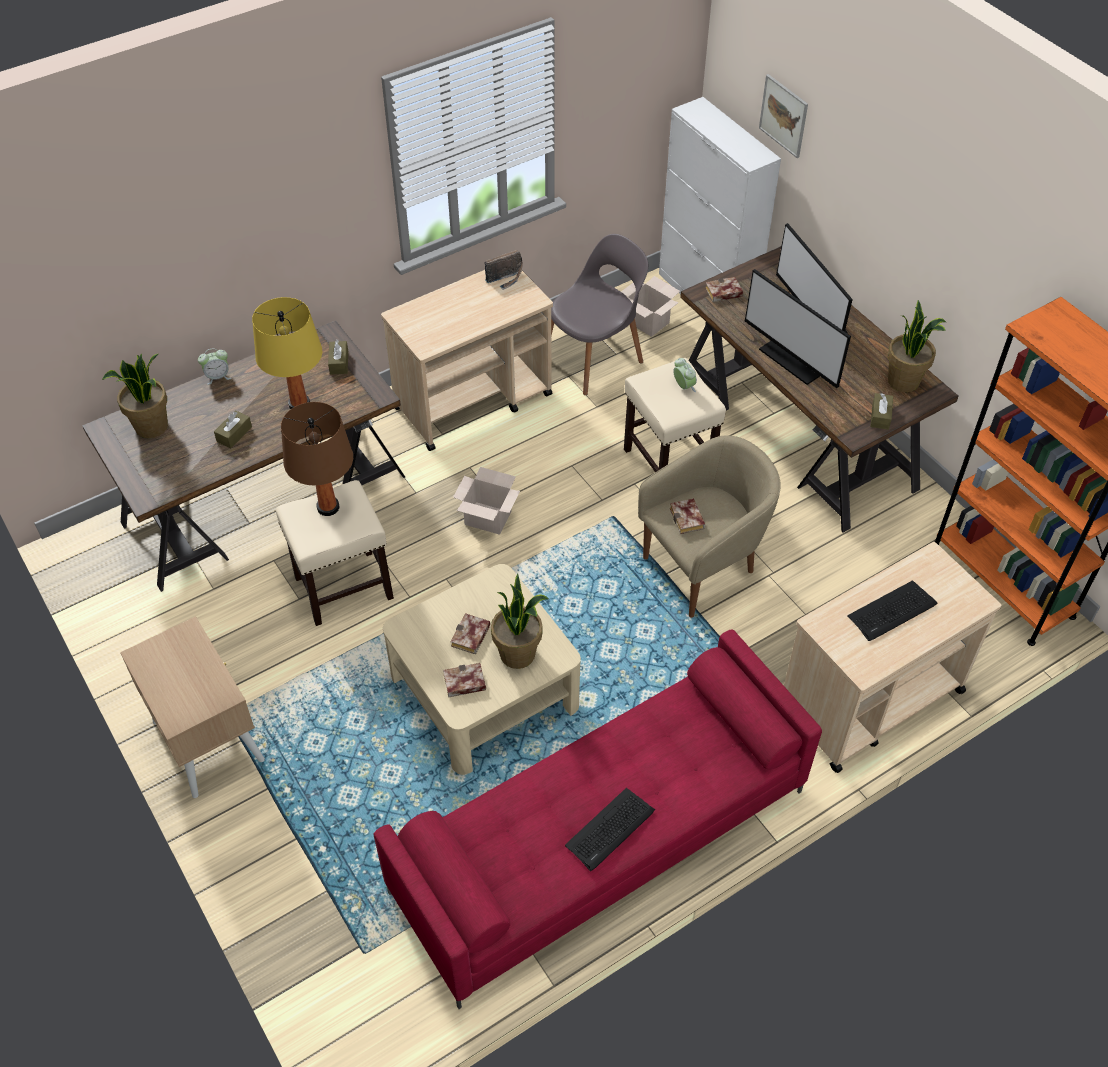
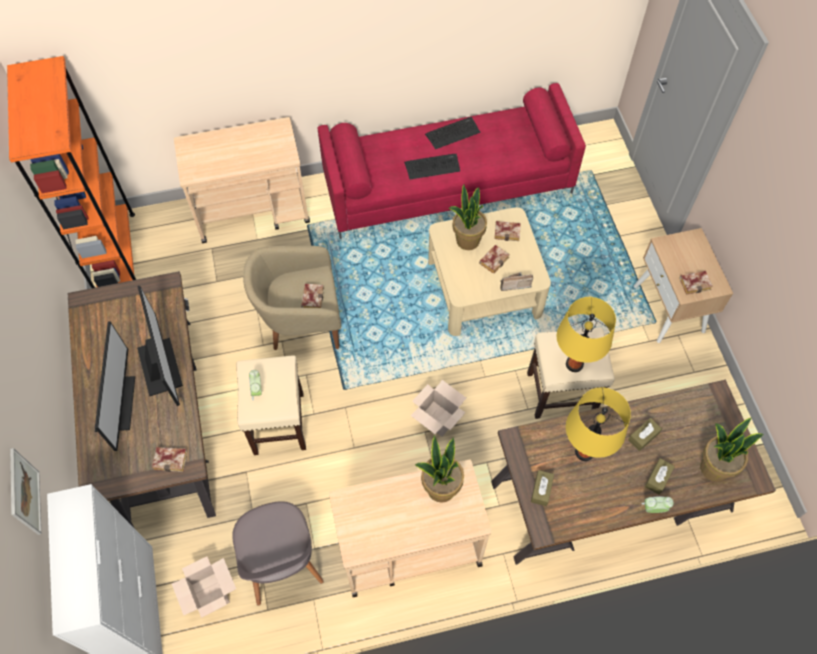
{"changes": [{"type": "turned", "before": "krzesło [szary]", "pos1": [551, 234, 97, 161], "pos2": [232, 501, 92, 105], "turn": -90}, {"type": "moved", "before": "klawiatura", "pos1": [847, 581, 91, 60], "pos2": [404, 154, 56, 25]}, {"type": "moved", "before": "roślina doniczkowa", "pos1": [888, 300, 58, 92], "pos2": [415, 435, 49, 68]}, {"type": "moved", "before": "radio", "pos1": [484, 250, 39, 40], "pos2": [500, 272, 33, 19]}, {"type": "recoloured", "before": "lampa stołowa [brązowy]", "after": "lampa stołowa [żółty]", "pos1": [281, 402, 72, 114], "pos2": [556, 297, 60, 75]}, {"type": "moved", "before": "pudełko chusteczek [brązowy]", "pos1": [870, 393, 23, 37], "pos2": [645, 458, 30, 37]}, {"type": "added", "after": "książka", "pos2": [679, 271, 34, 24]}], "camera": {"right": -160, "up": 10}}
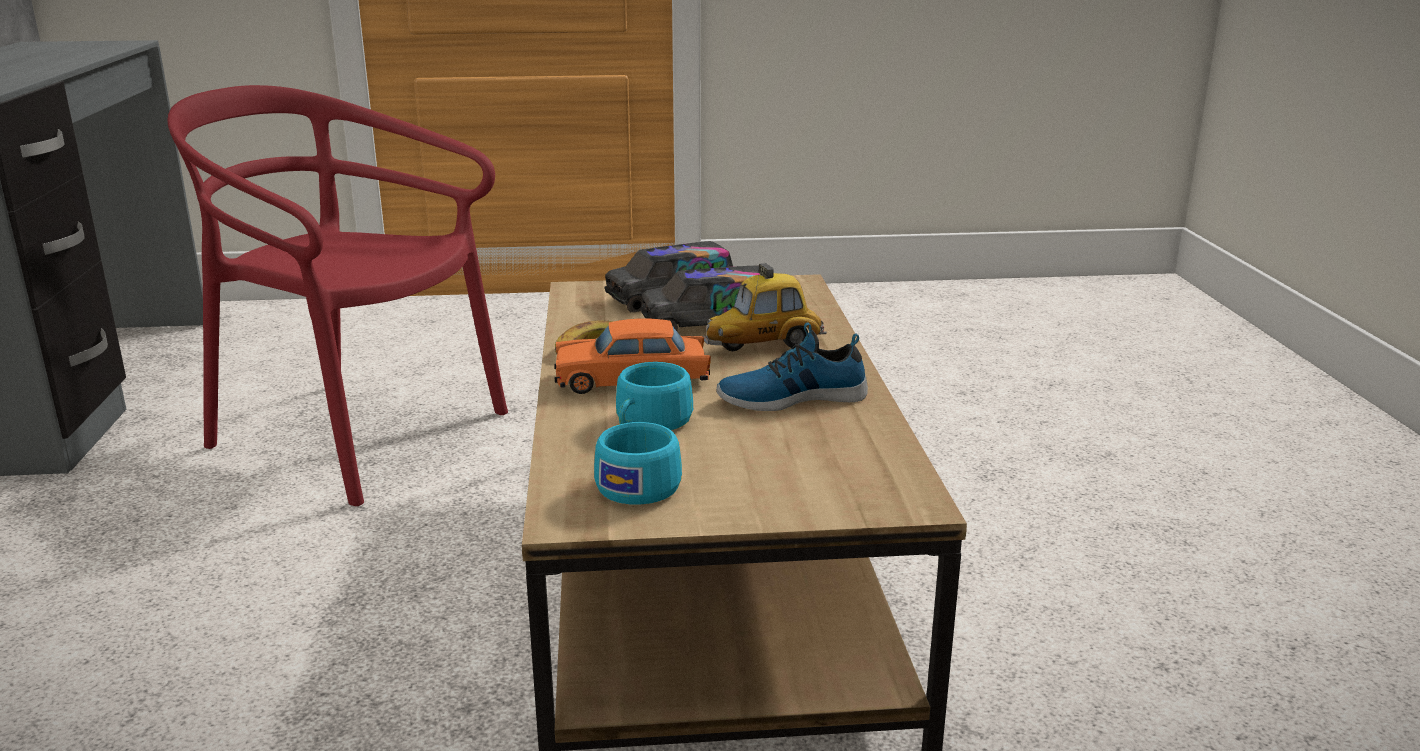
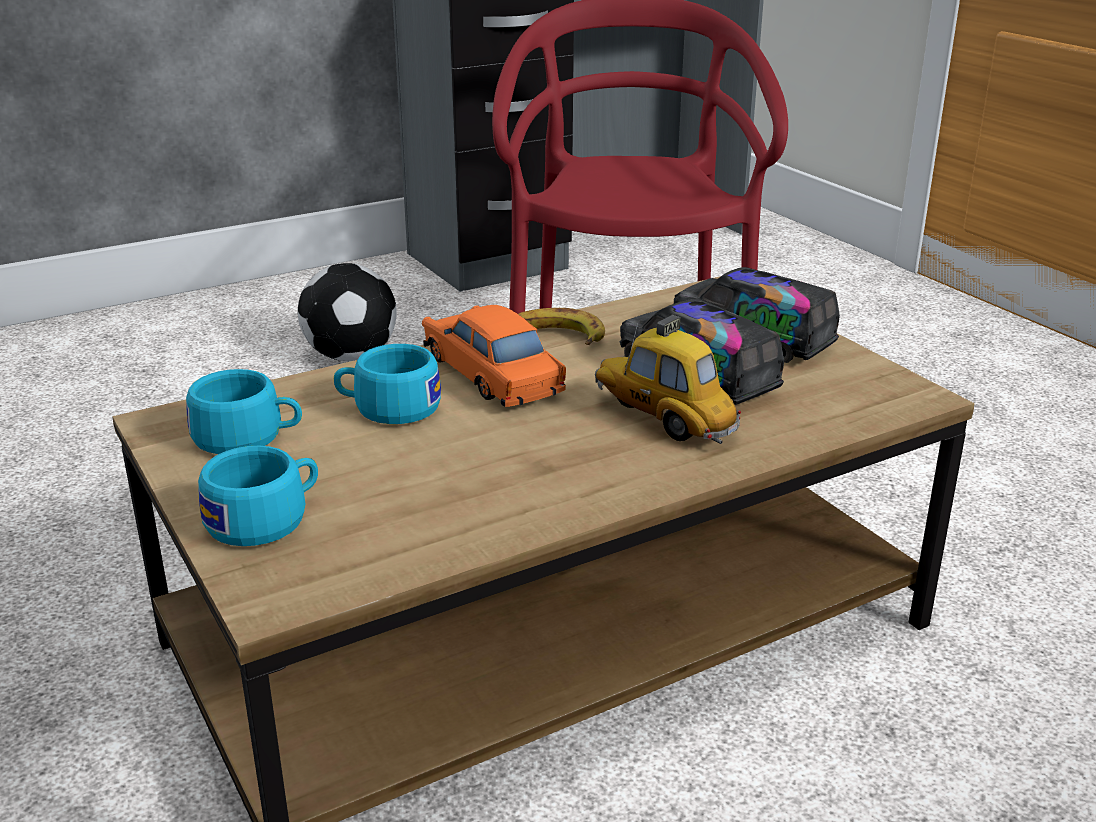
{"changes": [{"type": "added", "after": "filiżanka [turkusowy]", "pos2": [198, 446, 120, 100]}, {"type": "added", "after": "piłka futbolowa", "pos2": [298, 263, 99, 98]}, {"type": "removed", "before": "but", "pos1": [716, 322, 152, 89]}], "camera": {"right": 65, "up": 5}}
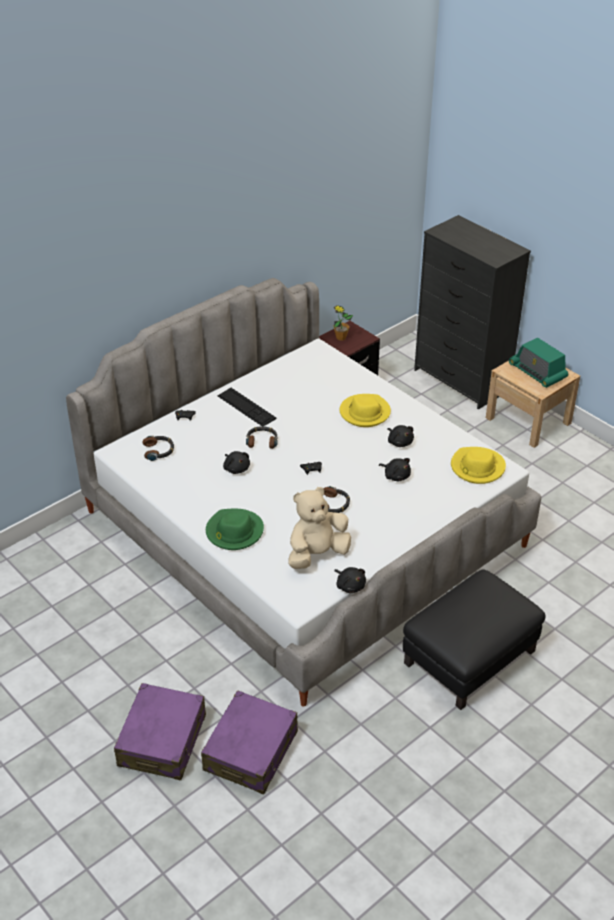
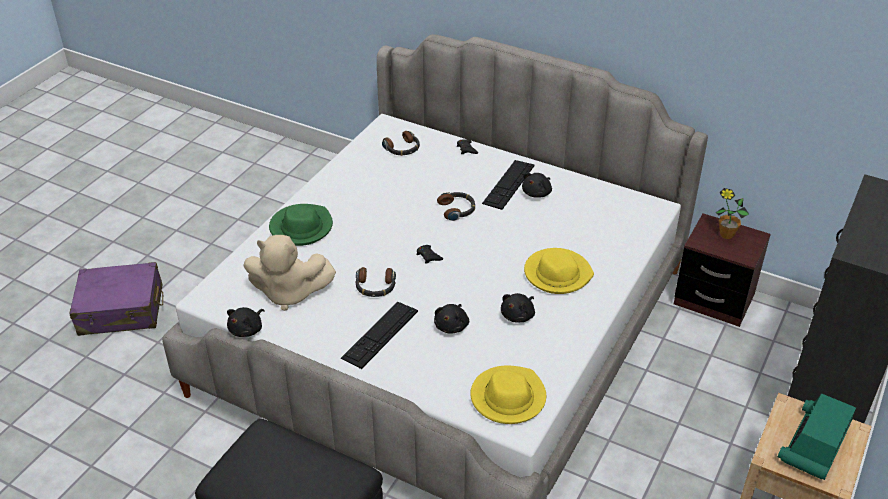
{"changes": [{"type": "turned", "before": "pluszak [beżowy]", "pos1": [288, 487, 63, 82], "pos2": [243, 235, 93, 76], "turn": 150}, {"type": "added", "after": "klawiatura", "pos2": [341, 302, 77, 67]}, {"type": "moved", "before": "pluszak [czarny]", "pos1": [223, 451, 27, 23], "pos2": [522, 173, 30, 25]}, {"type": "removed", "before": "walizka [fioletowy]", "pos1": [201, 690, 97, 104]}], "camera": {"right": 70, "up": 0}}
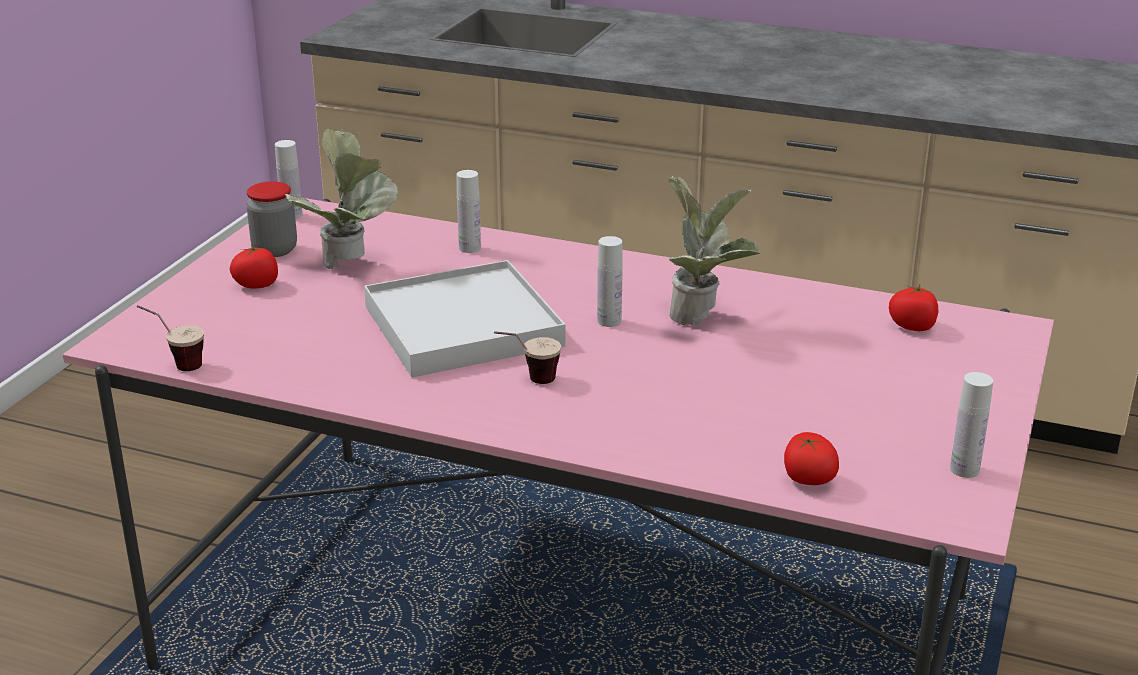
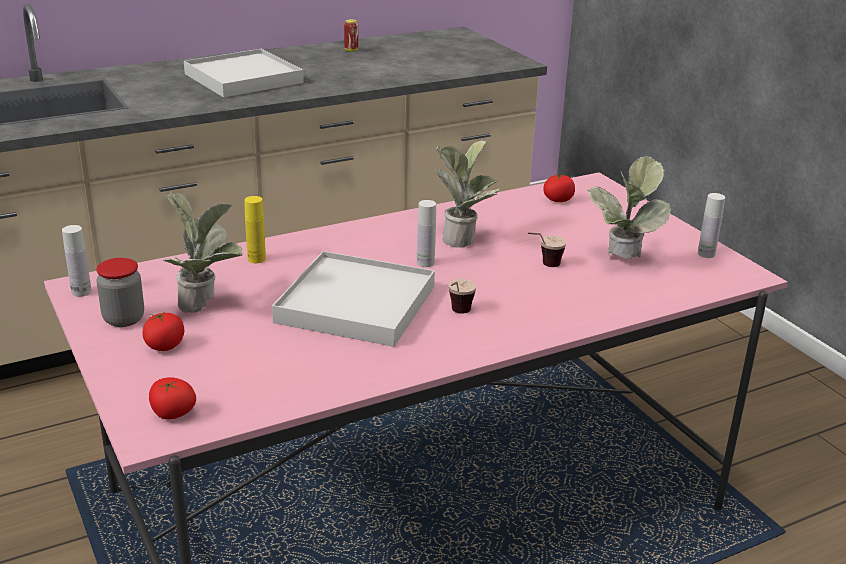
{"changes": [{"type": "moved", "before": "pomidor", "pos1": [784, 432, 55, 53], "pos2": [149, 377, 47, 43]}, {"type": "added", "after": "taca [biały]", "pos2": [184, 49, 120, 49]}, {"type": "recoloured", "before": "butelka [biały]", "after": "butelka [żółty]", "pos1": [457, 170, 24, 83], "pos2": [244, 196, 22, 67]}, {"type": "added", "after": "puszka", "pos2": [344, 19, 14, 33]}, {"type": "moved", "before": "filiżanka", "pos1": [137, 305, 67, 66], "pos2": [528, 233, 39, 34]}, {"type": "added", "after": "roślina doniczkowa", "pos2": [588, 156, 83, 103]}], "camera": {"right": -50, "up": 0}}
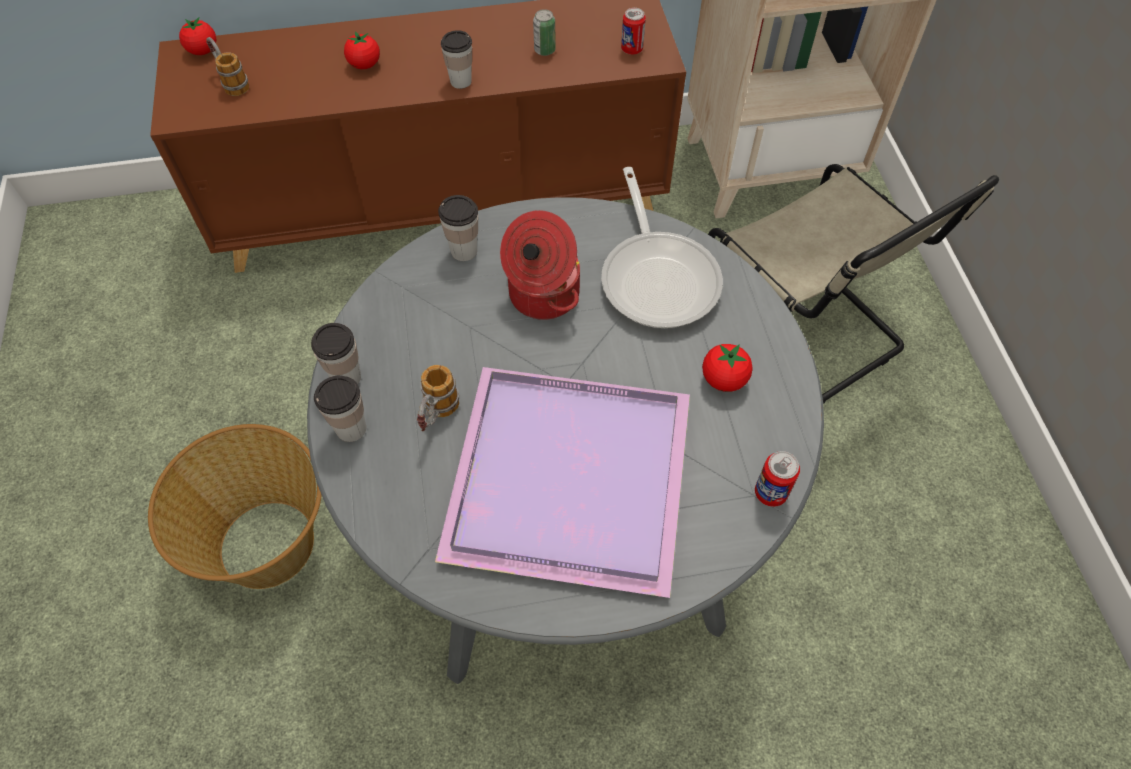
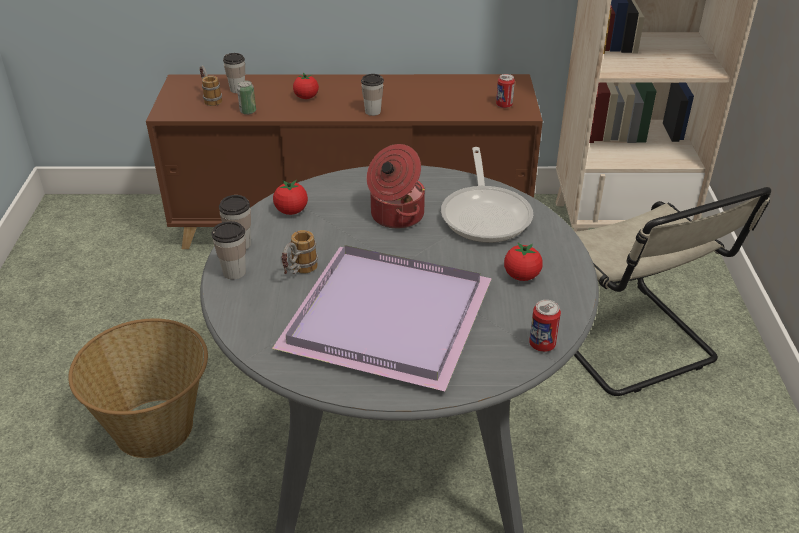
{"changes": [{"type": "moved", "before": "filiżanka", "pos1": [438, 195, 40, 66], "pos2": [223, 53, 22, 40]}, {"type": "moved", "before": "puszka", "pos1": [533, 9, 23, 47], "pos2": [237, 80, 19, 35]}, {"type": "moved", "before": "pomidor", "pos1": [179, 17, 37, 38], "pos2": [273, 180, 35, 35]}], "camera": {"right": 10, "up": -20}}
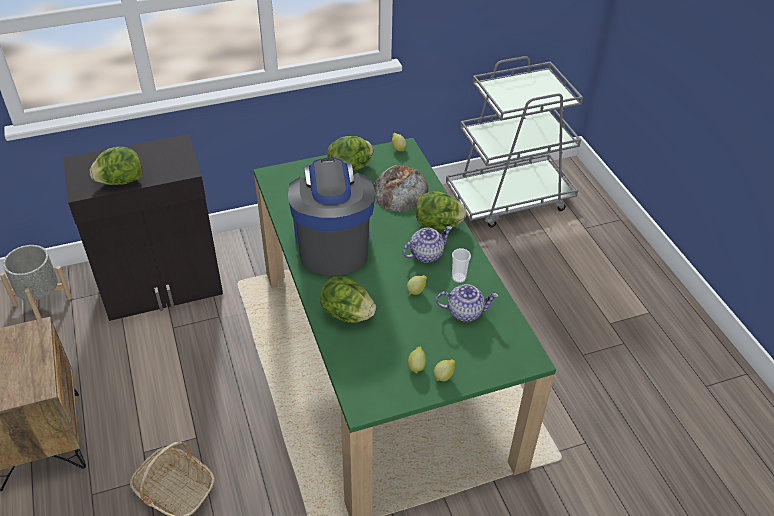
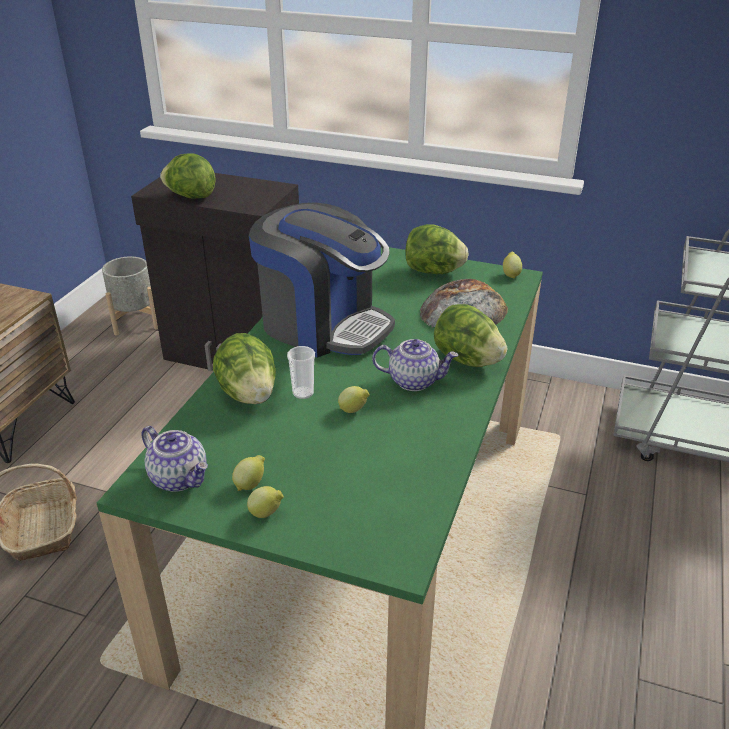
{"changes": [{"type": "moved", "before": "imbryk", "pos1": [436, 284, 62, 37], "pos2": [141, 426, 67, 66]}, {"type": "turned", "before": "ekspres do kawy", "pos1": [288, 158, 87, 118], "pos2": [249, 202, 146, 156], "turn": 90}, {"type": "moved", "before": "filiżanka", "pos1": [452, 248, 19, 35], "pos2": [287, 346, 28, 53]}], "camera": {"right": 40, "up": -10}}
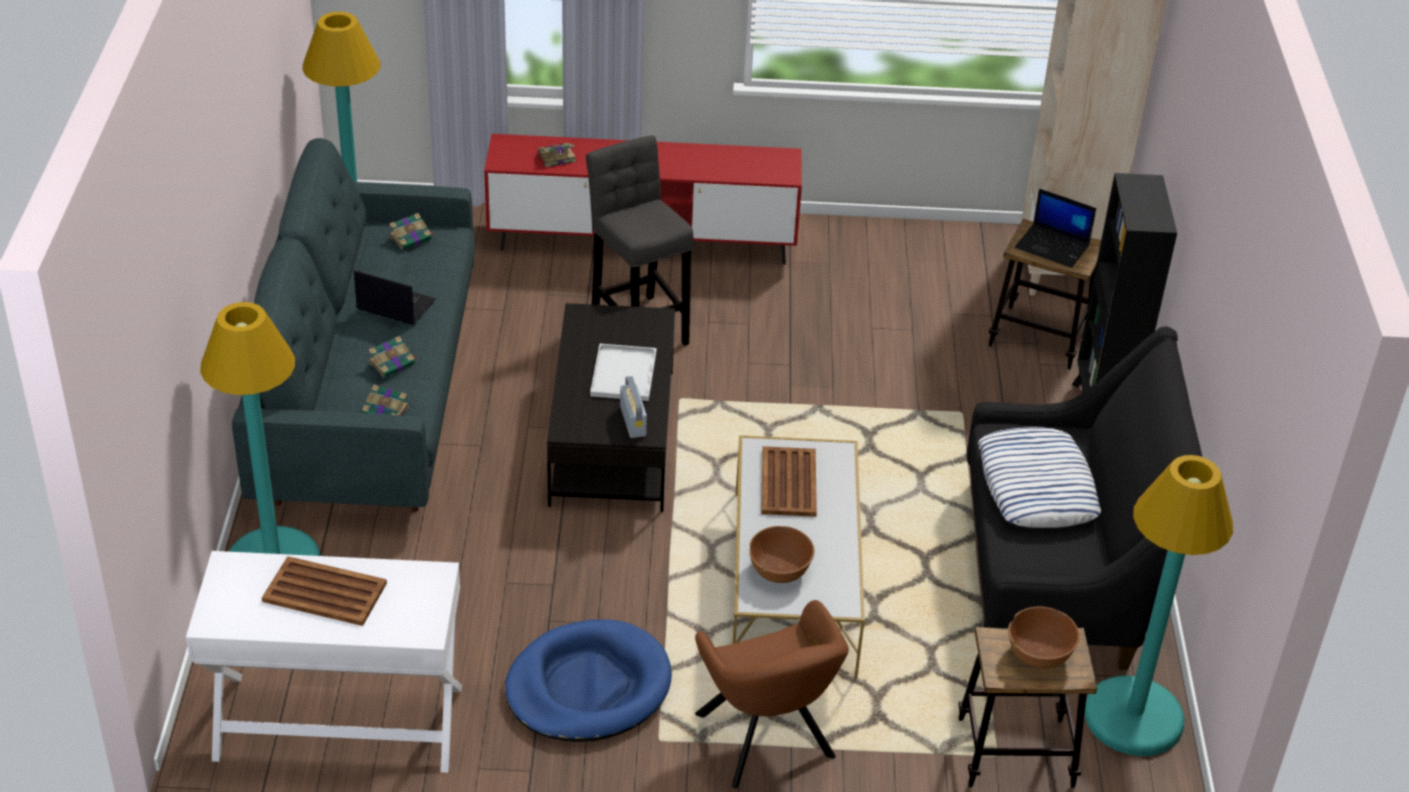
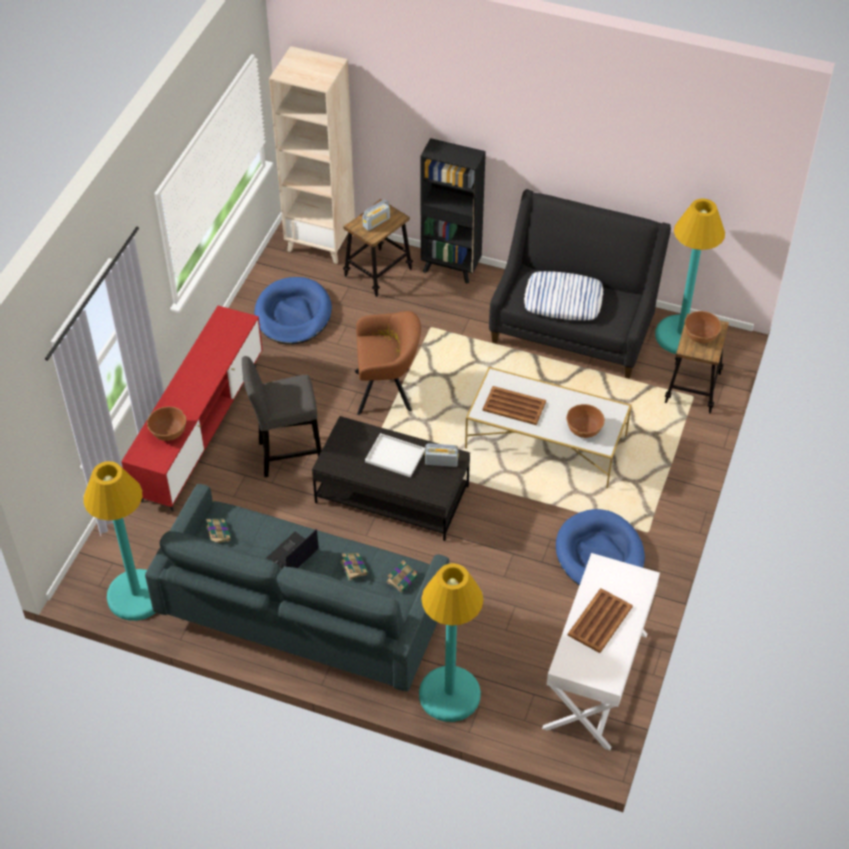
{"changes": [{"type": "replaced", "before": "książka", "after": "miska [brązowy]", "pos1": [533, 143, 43, 24], "pos2": [147, 407, 39, 34]}, {"type": "added", "after": "legowisko [niebieski]", "pos2": [254, 277, 78, 67]}, {"type": "moved", "before": "fotel [brązowy]", "pos1": [695, 600, 154, 188], "pos2": [355, 311, 66, 104]}, {"type": "replaced", "before": "laptop", "after": "radio", "pos1": [1015, 189, 81, 79], "pos2": [362, 199, 28, 32]}], "camera": {"right": -70, "up": 10}}
